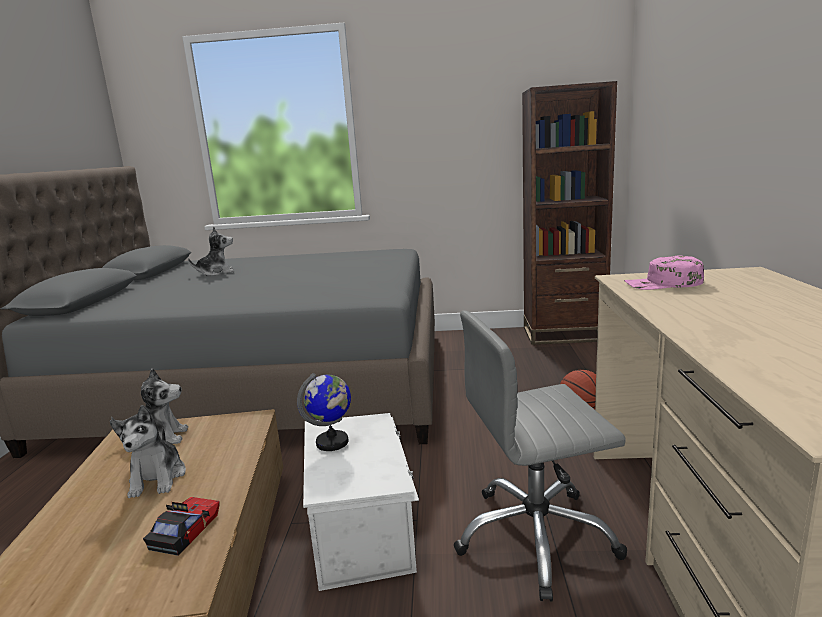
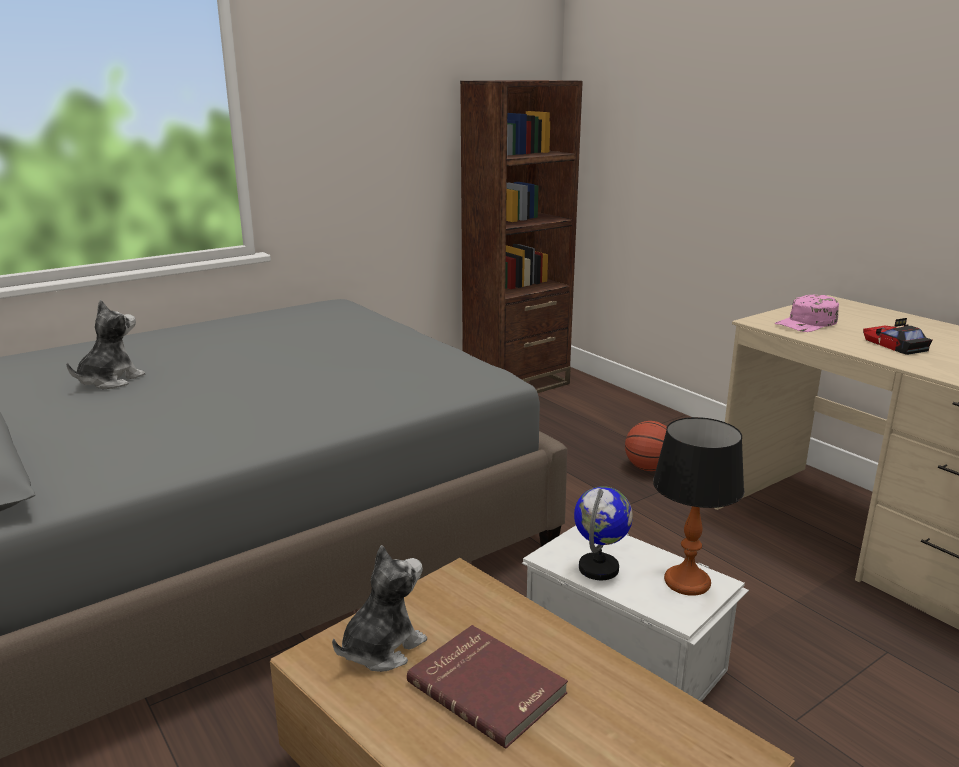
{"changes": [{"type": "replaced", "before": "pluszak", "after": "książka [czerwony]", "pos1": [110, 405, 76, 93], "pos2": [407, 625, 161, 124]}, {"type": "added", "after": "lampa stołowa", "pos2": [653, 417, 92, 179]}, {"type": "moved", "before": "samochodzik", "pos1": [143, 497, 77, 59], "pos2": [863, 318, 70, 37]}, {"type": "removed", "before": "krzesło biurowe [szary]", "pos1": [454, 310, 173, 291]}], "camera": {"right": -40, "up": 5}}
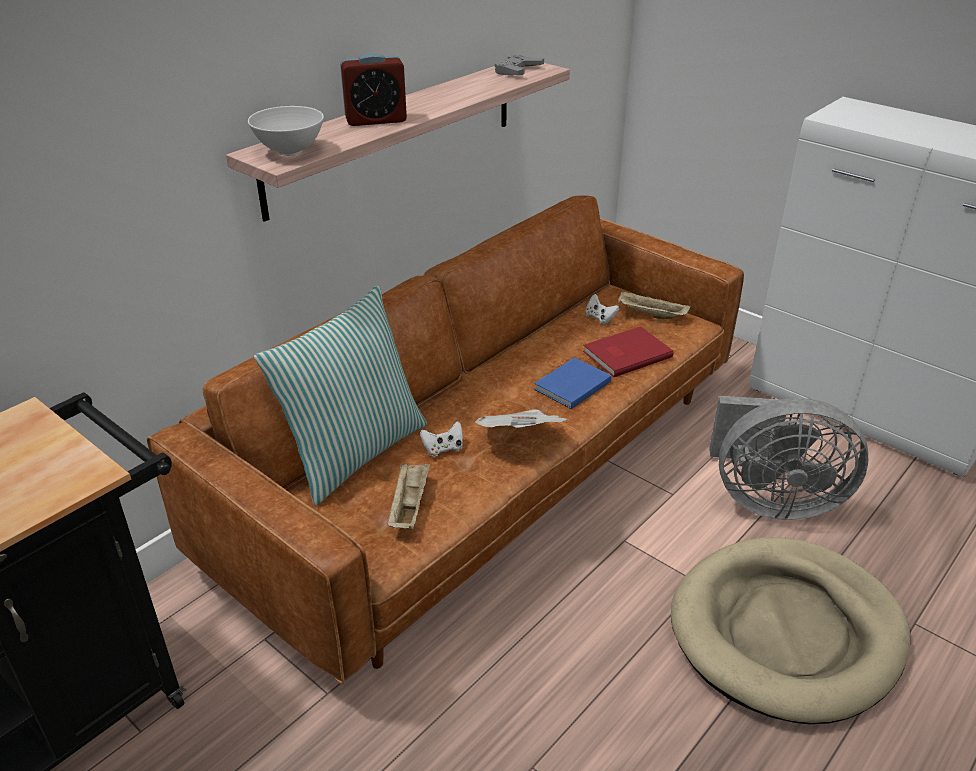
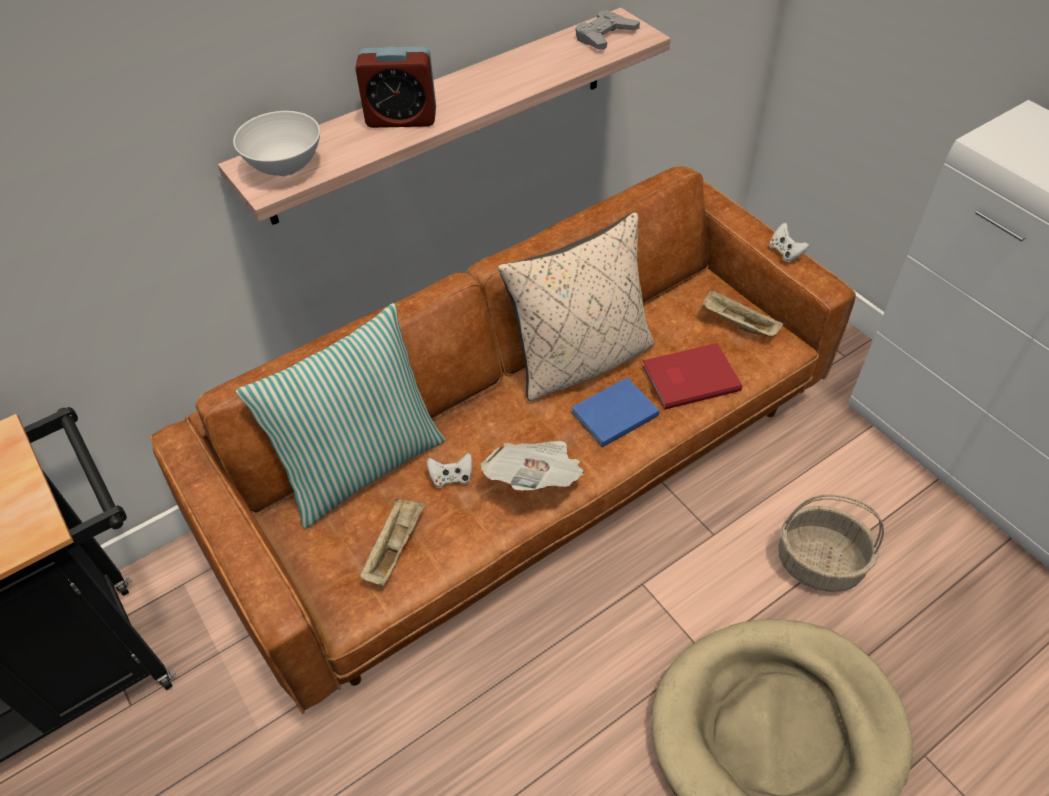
{"changes": [{"type": "added", "after": "poduszka [beżowy]", "pos2": [498, 212, 156, 189]}, {"type": "moved", "before": "pad do gier [biały]", "pos1": [585, 294, 34, 30], "pos2": [769, 223, 41, 39]}, {"type": "replaced", "before": "wentylator [szary]", "after": "koszyk", "pos1": [709, 396, 159, 124], "pos2": [779, 494, 105, 98]}], "camera": {"right": 15, "up": 15}}
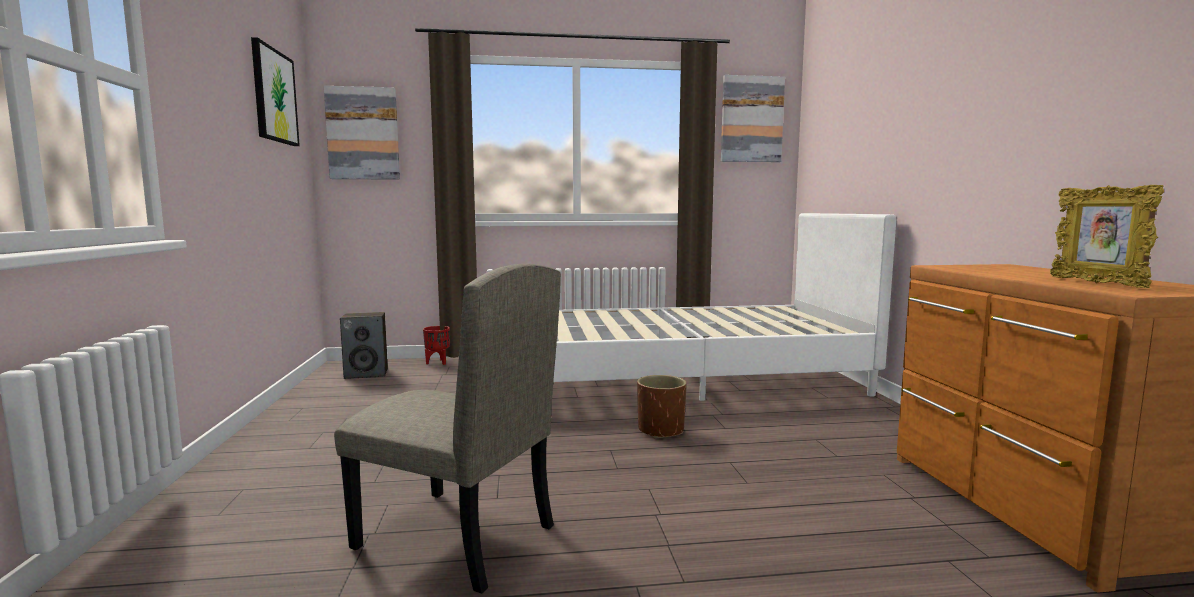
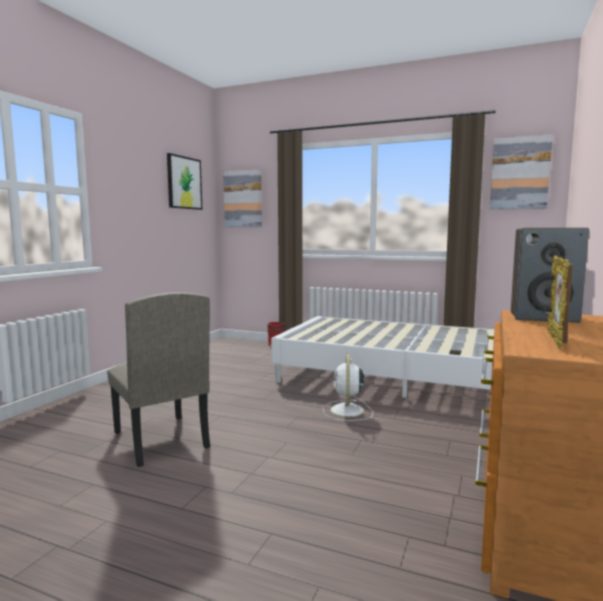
{"changes": [{"type": "replaced", "before": "donica [brązowy]", "after": "wentylator [biały]", "pos1": [637, 375, 50, 64], "pos2": [323, 354, 50, 67]}, {"type": "moved", "before": "głośnik", "pos1": [340, 312, 48, 67], "pos2": [511, 228, 78, 95]}], "camera": {"right": 30, "up": 0}}
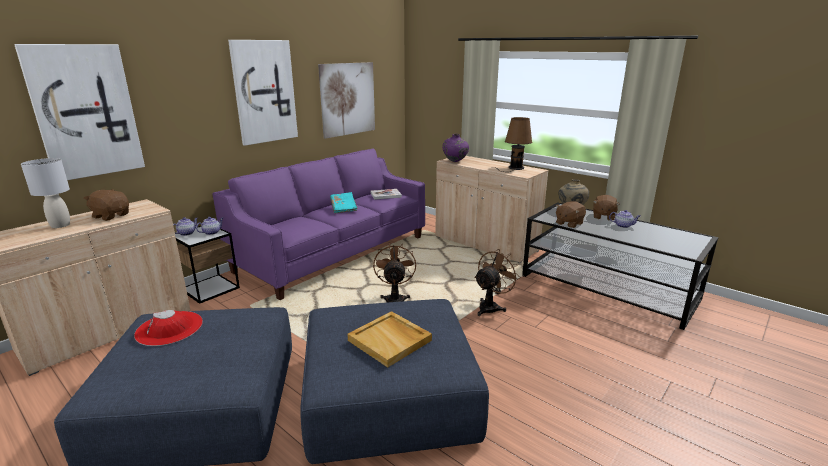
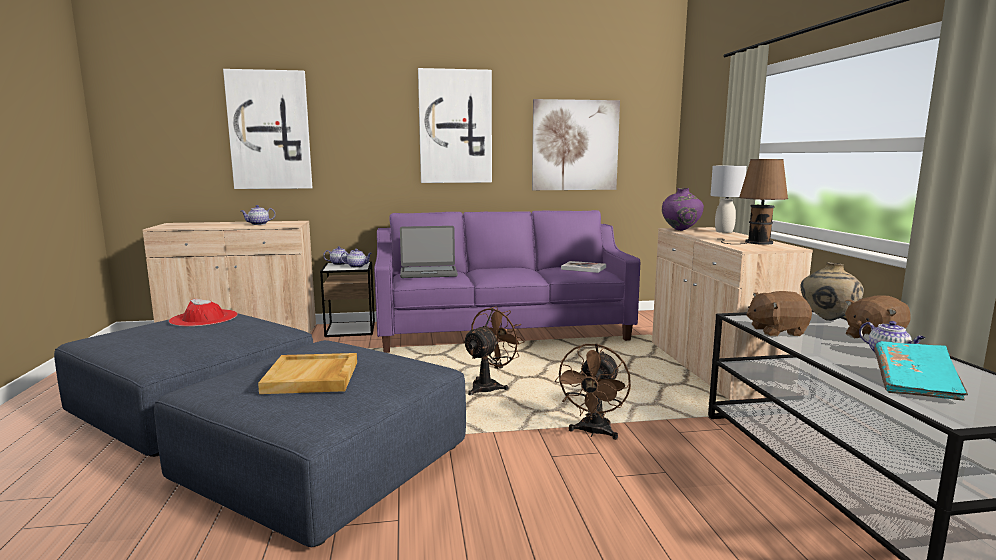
{"changes": [{"type": "replaced", "before": "pluszak [brązowy]", "after": "imbryk", "pos1": [83, 189, 46, 32], "pos2": [241, 205, 34, 20]}, {"type": "added", "after": "laptop", "pos2": [400, 226, 58, 52]}, {"type": "turned", "before": "wentylator [brązowy]", "pos1": [474, 249, 47, 67], "pos2": [555, 344, 76, 96], "turn": 120}, {"type": "moved", "before": "lampa stołowa [szary]", "pos1": [21, 158, 49, 70], "pos2": [710, 166, 37, 67]}, {"type": "moved", "before": "książka [turkusowy]", "pos1": [330, 192, 28, 22], "pos2": [874, 341, 94, 59]}], "camera": {"right": 40, "up": -10}}
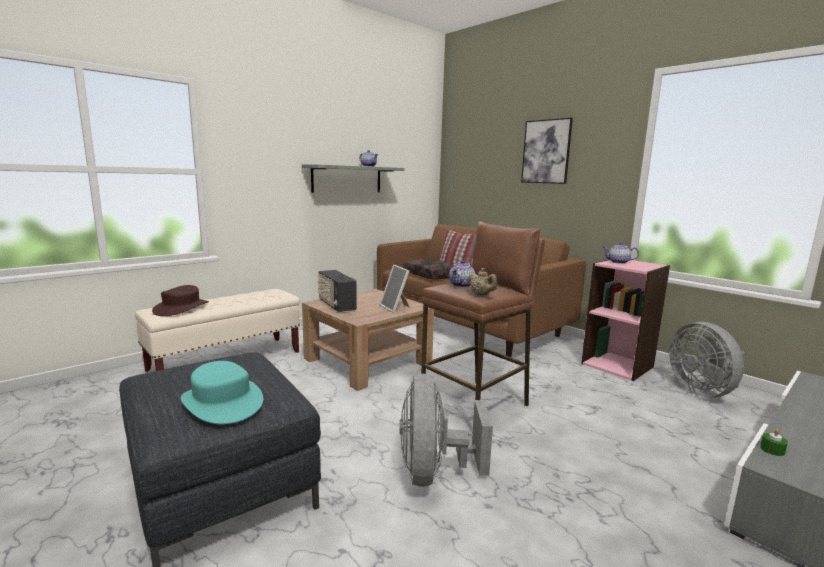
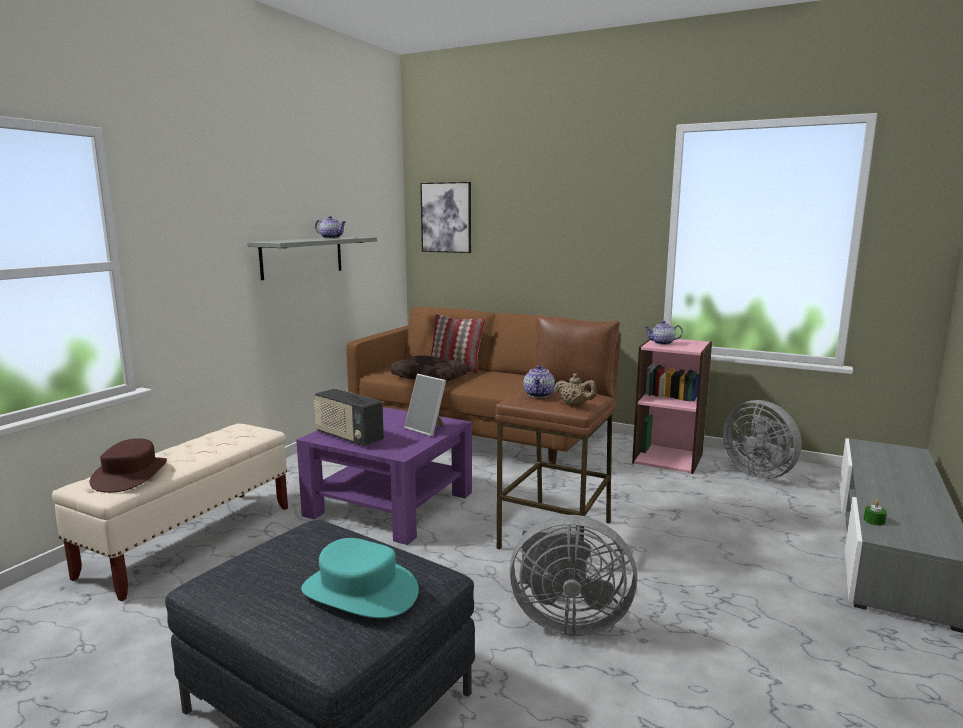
{"changes": [{"type": "recoloured", "before": "ława [brązowy]", "after": "ława [fioletowy]", "pos1": [302, 289, 132, 102], "pos2": [296, 407, 176, 138]}, {"type": "moved", "before": "obraz", "pos1": [521, 118, 52, 66], "pos2": [420, 182, 51, 71]}, {"type": "turned", "before": "wentylator [szary]", "pos1": [400, 374, 93, 113], "pos2": [510, 515, 127, 121], "turn": -60}], "camera": {"right": -20, "up": 0}}
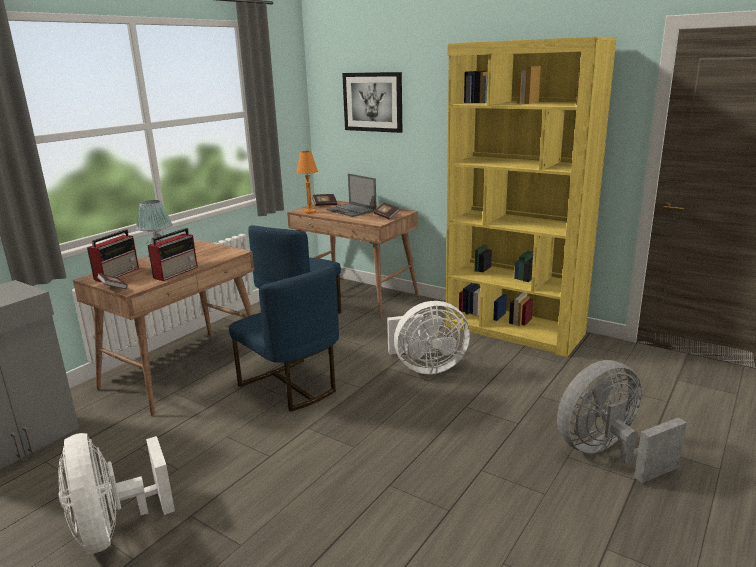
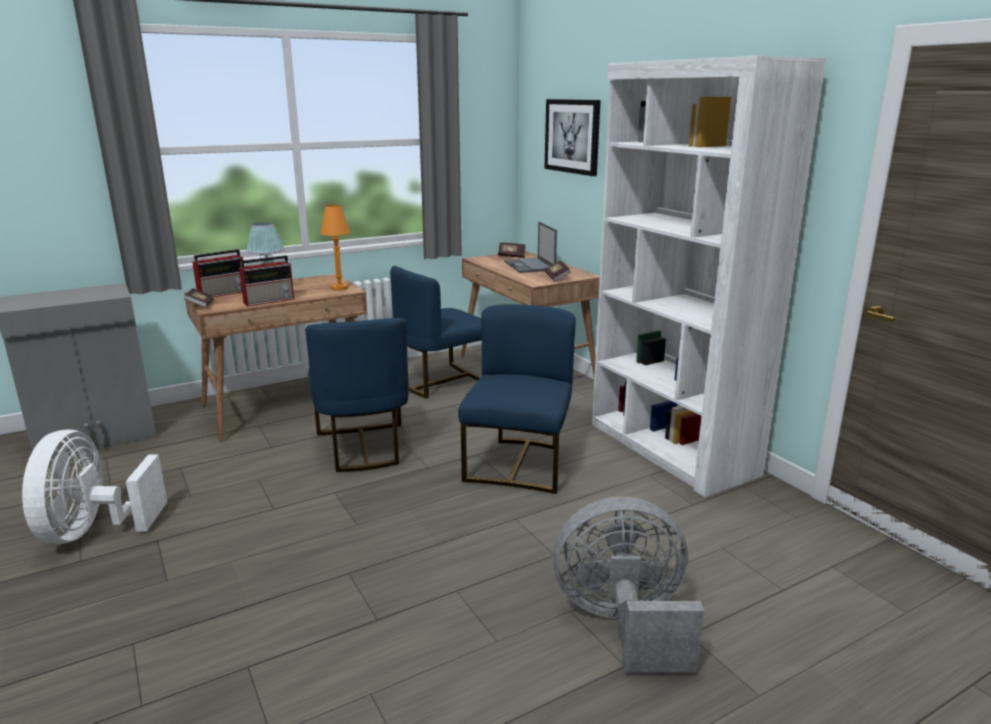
{"changes": [{"type": "moved", "before": "lampa stołowa [pomarańczowy]", "pos1": [296, 151, 22, 63], "pos2": [320, 204, 30, 87]}, {"type": "replaced", "before": "wentylator [biały]", "after": "krzesło [niebieski]", "pos1": [387, 301, 83, 73], "pos2": [458, 304, 118, 190]}, {"type": "recoloured", "before": "regał [żółty]", "after": "regał [biały]", "pos1": [446, 37, 171, 320], "pos2": [592, 56, 234, 441]}], "camera": {"right": 25, "up": 0}}
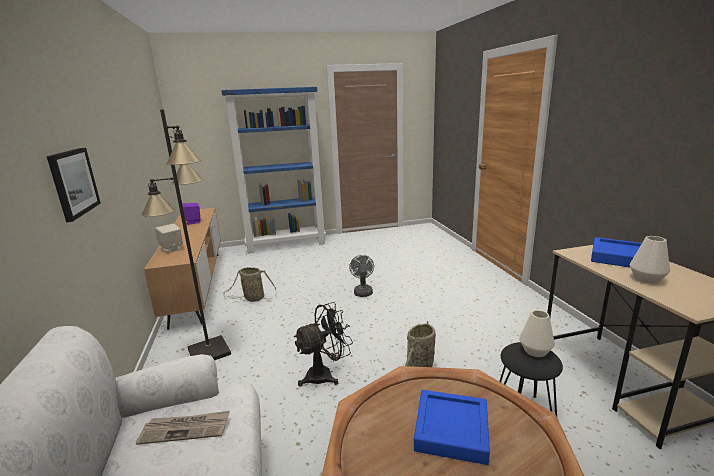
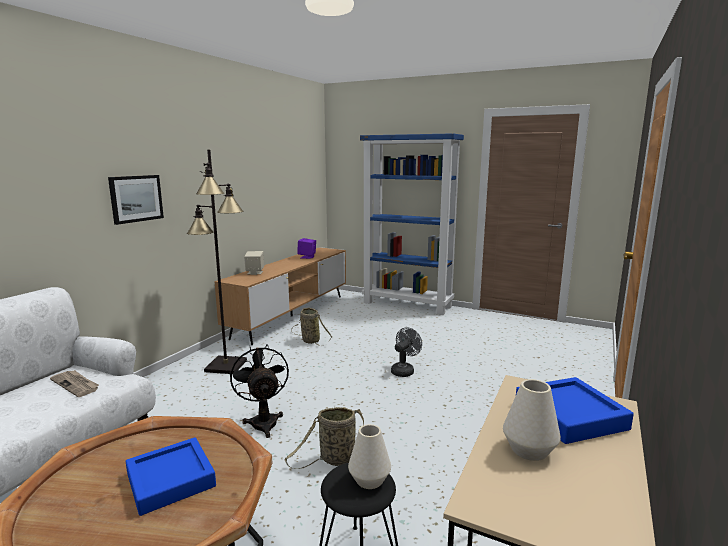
{"changes": [{"type": "turned", "before": "wentylator [czarny]", "pos1": [294, 302, 59, 85], "pos2": [229, 344, 60, 94], "turn": -120}], "camera": {"right": 40, "up": -5}}
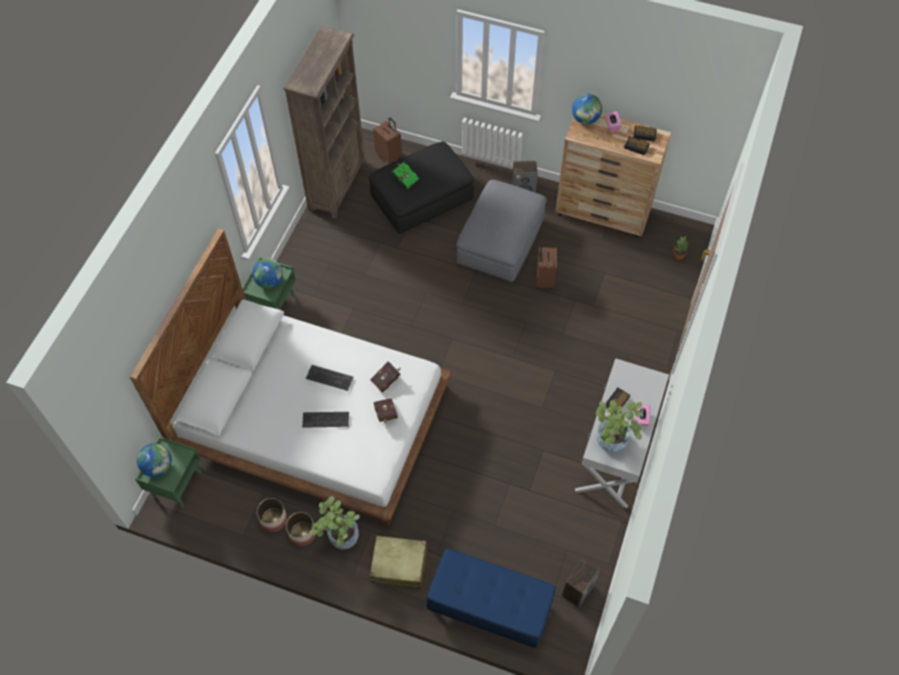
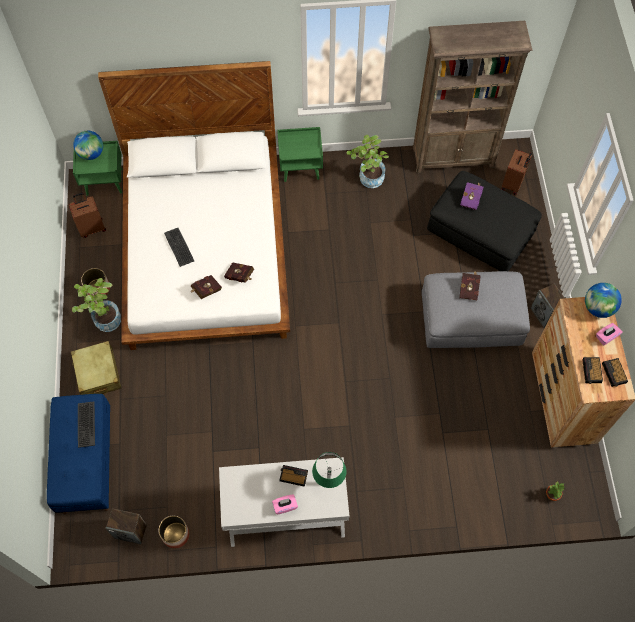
{"changes": [{"type": "moved", "before": "walizka [brązowy]", "pos1": [536, 246, 21, 43], "pos2": [69, 193, 37, 45]}, {"type": "moved", "before": "klawiatura", "pos1": [306, 365, 47, 26], "pos2": [78, 401, 17, 47]}, {"type": "moved", "before": "donica", "pos1": [257, 498, 30, 34], "pos2": [159, 516, 30, 32]}, {"type": "added", "after": "lampa stołowa [zielony]", "pos2": [312, 452, 35, 36]}, {"type": "moved", "before": "roślina doniczkowa", "pos1": [596, 400, 47, 54], "pos2": [347, 135, 42, 53]}, {"type": "added", "after": "książka [czerwony]", "pos2": [459, 271, 22, 29]}, {"type": "recoloured", "before": "książka [zielony]", "after": "książka [fioletowy]", "pos1": [392, 162, 27, 27], "pos2": [460, 182, 24, 28]}, {"type": "removed", "before": "globus", "pos1": [252, 258, 31, 31]}], "camera": {"right": 65, "up": 5}}
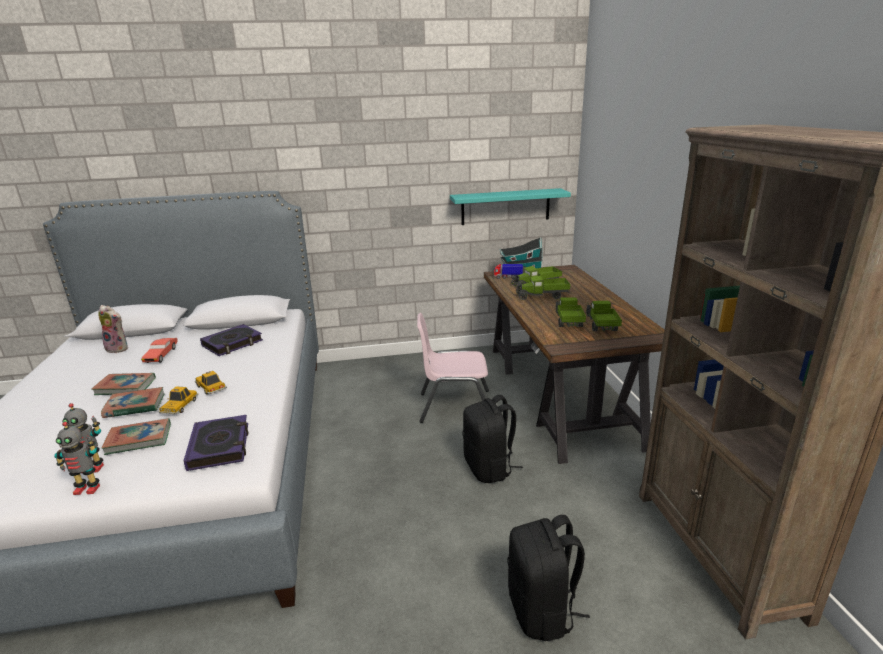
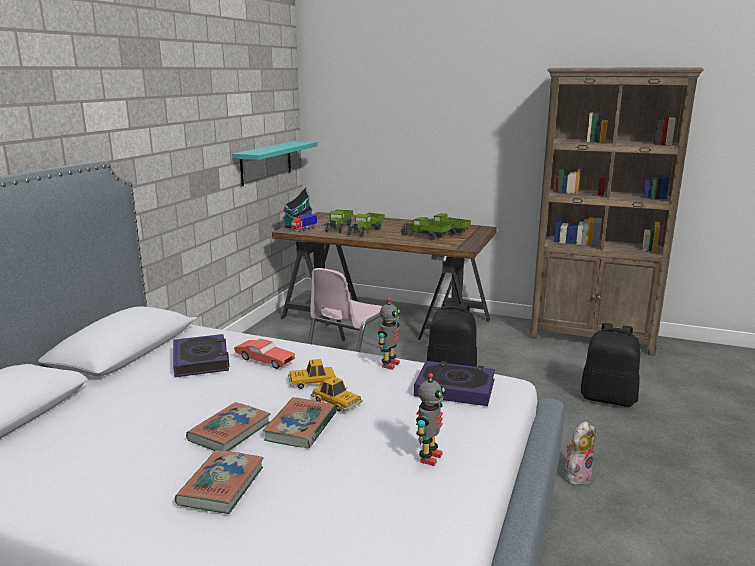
{"changes": [{"type": "moved", "before": "książka", "pos1": [102, 418, 69, 37], "pos2": [174, 450, 90, 64]}, {"type": "moved", "before": "samochodzik [czerwony]", "pos1": [141, 338, 37, 25], "pos2": [234, 339, 61, 30]}, {"type": "moved", "before": "robot zabawkowy", "pos1": [54, 422, 46, 73], "pos2": [378, 298, 22, 72]}, {"type": "moved", "before": "pluszak", "pos1": [98, 305, 30, 48], "pos2": [565, 421, 31, 64]}], "camera": {"right": -60, "up": -5}}
